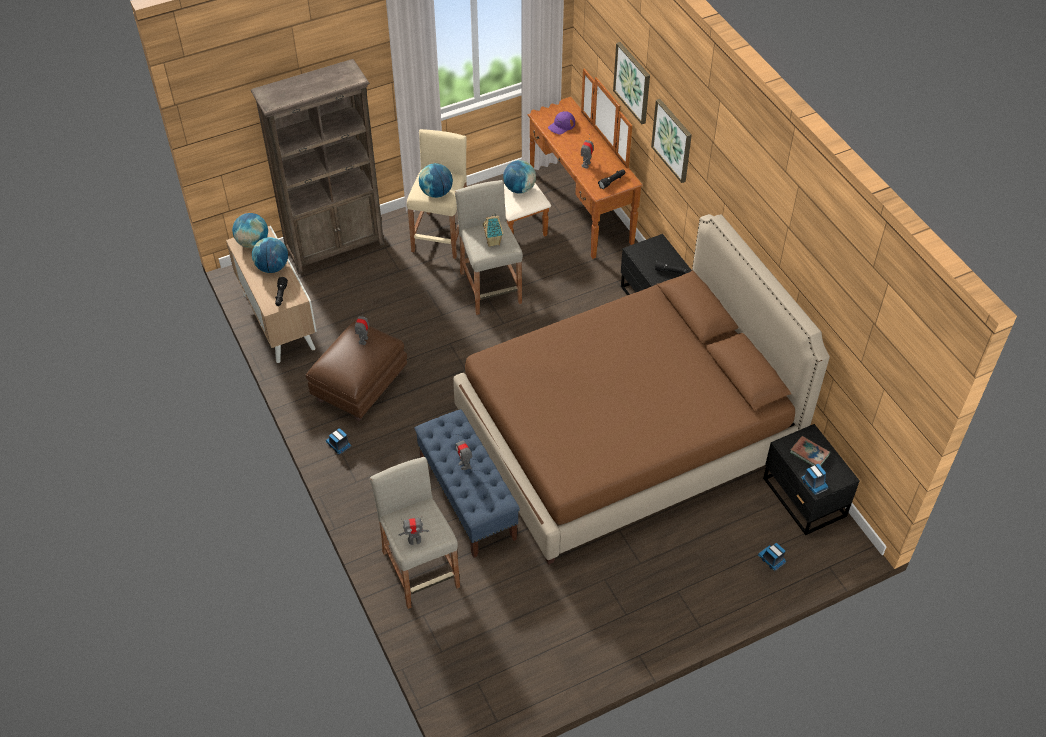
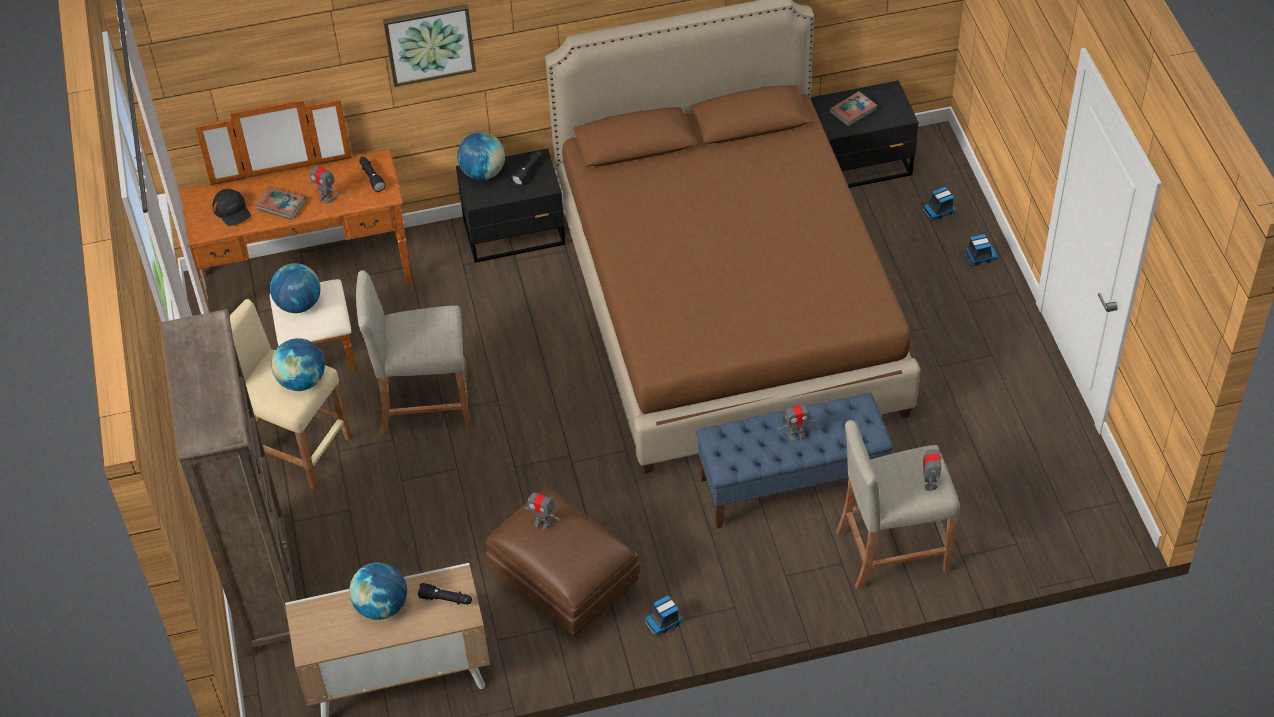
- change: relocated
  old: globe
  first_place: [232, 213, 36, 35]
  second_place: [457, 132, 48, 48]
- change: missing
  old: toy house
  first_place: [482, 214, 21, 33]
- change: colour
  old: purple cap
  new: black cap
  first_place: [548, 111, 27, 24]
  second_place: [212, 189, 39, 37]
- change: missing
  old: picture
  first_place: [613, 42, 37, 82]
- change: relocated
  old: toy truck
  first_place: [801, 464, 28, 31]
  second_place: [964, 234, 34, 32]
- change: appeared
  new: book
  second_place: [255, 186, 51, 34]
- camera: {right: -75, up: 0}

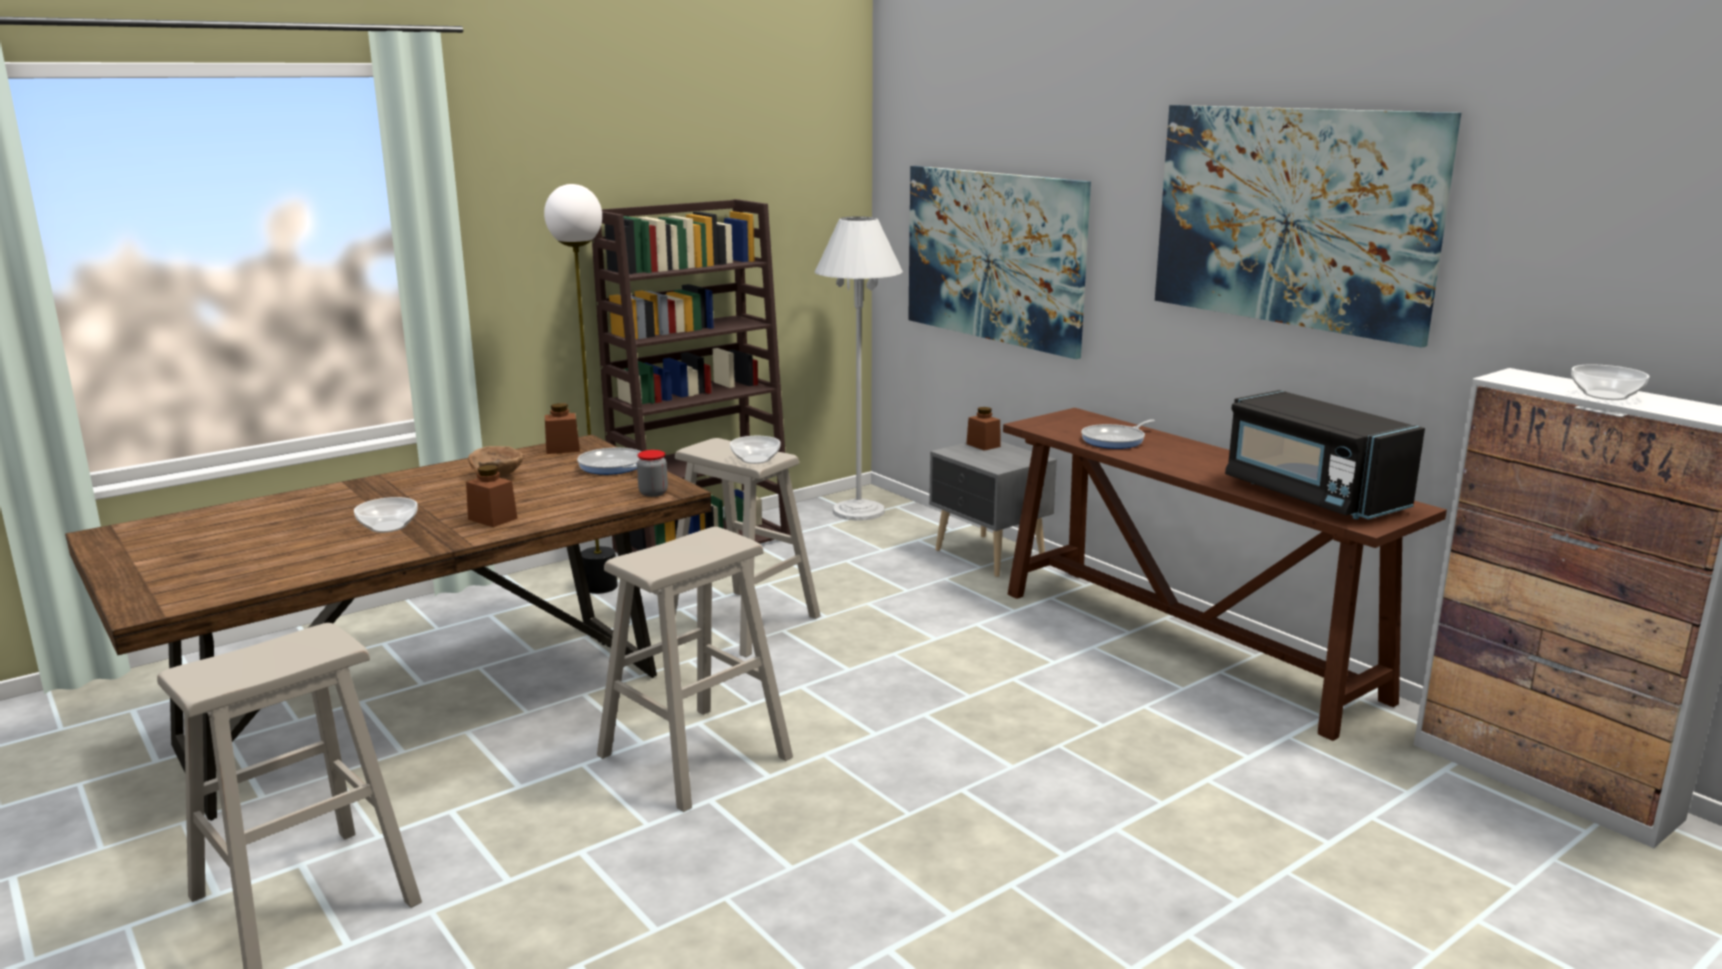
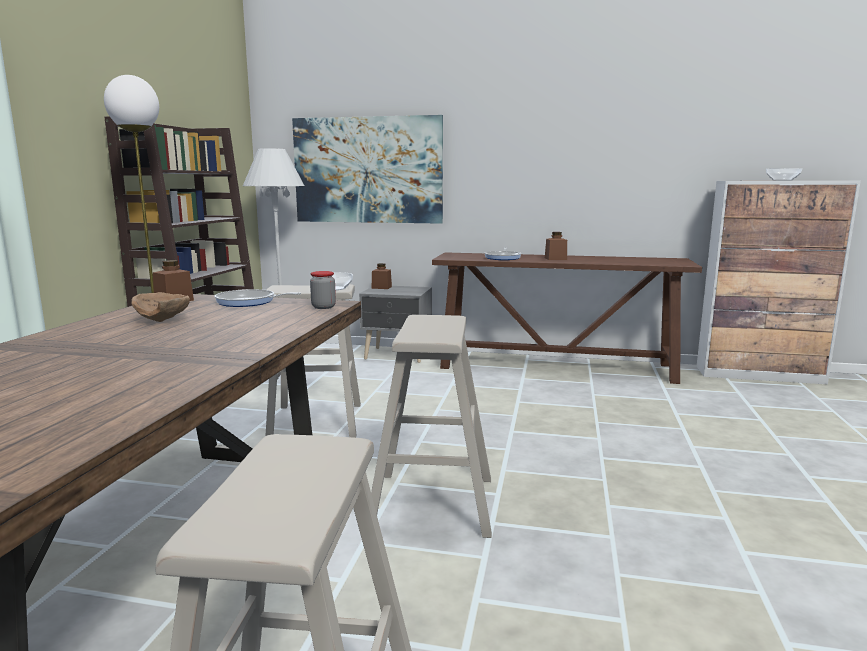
- change: missing
  old: bowl
  first_place: [354, 497, 64, 36]
- change: relocated
  old: brown jar
  first_place: [466, 465, 52, 62]
  second_place: [545, 232, 22, 28]
- change: missing
  old: picture
  first_place: [1155, 105, 306, 243]
- change: missing
  old: black microwave
  first_place: [1225, 390, 200, 129]
- camera: {right: -40, up: -5}

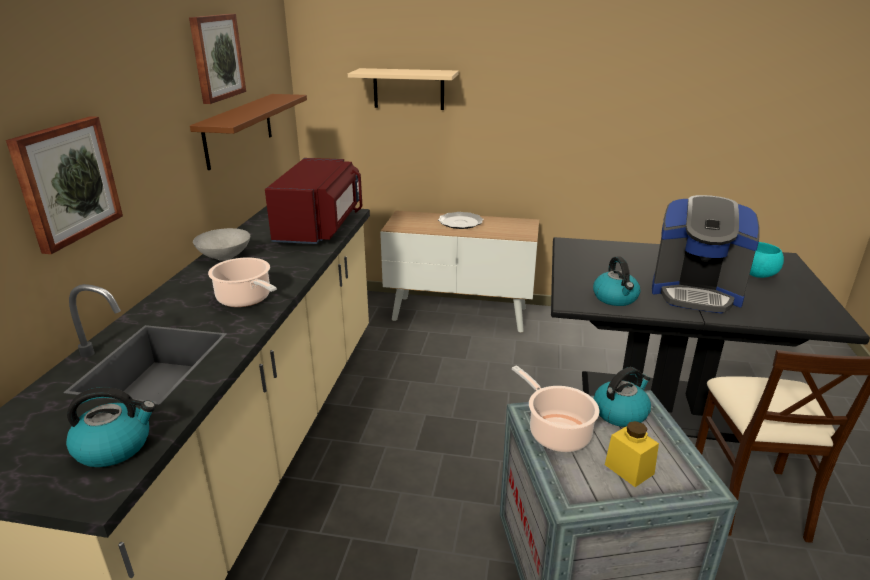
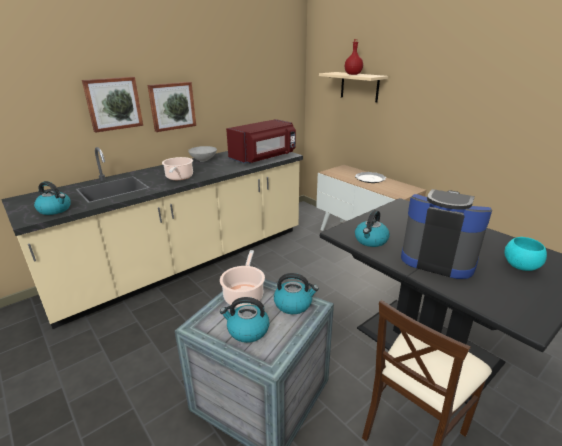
- change: relocated
  old: picture
  first_place: [189, 14, 57, 90]
  second_place: [147, 82, 49, 50]
- change: missing
  old: brown shelf
  first_place: [190, 94, 117, 76]
- change: exchanged
  old: yellow jar
  new: kettle
  first_place: [605, 421, 54, 66]
  second_place: [220, 297, 49, 46]
- change: spun
  old: coffee machine
  first_place: [652, 195, 108, 118]
  second_place: [401, 189, 91, 90]
  degrees: 150
- change: appeared
  new: red bottle
  second_place: [345, 39, 18, 36]
- camera: {right: 40, up: 0}

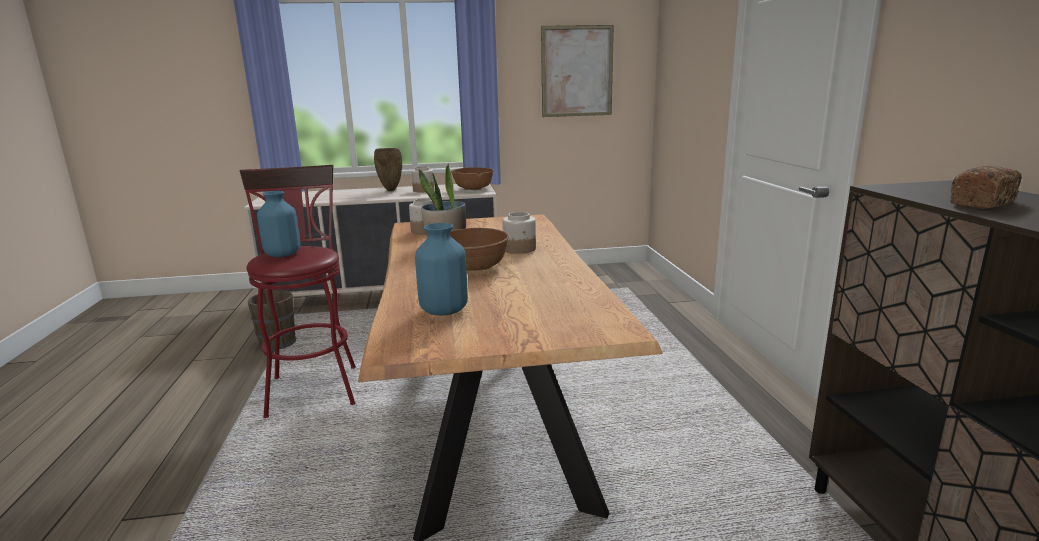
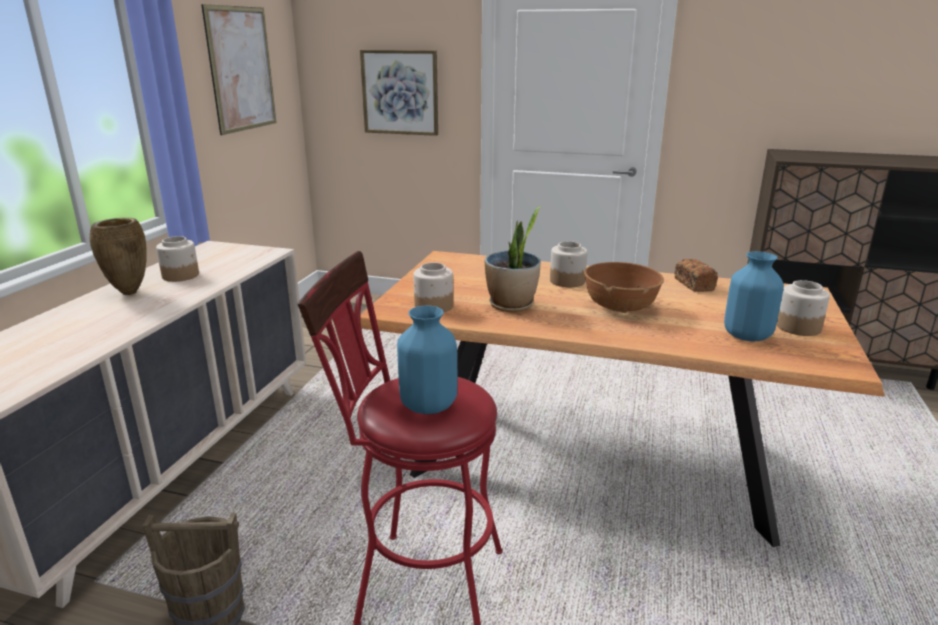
- change: missing
  old: brown bowl
  first_place: [451, 167, 43, 23]
- change: relocated
  old: bread
  first_place: [950, 166, 72, 43]
  second_place: [675, 259, 43, 33]
- change: appeared
  new: picture
  second_place: [360, 50, 78, 86]
- change: appeared
  new: jar
  second_place: [776, 280, 54, 56]
- camera: {right: -65, up: 5}

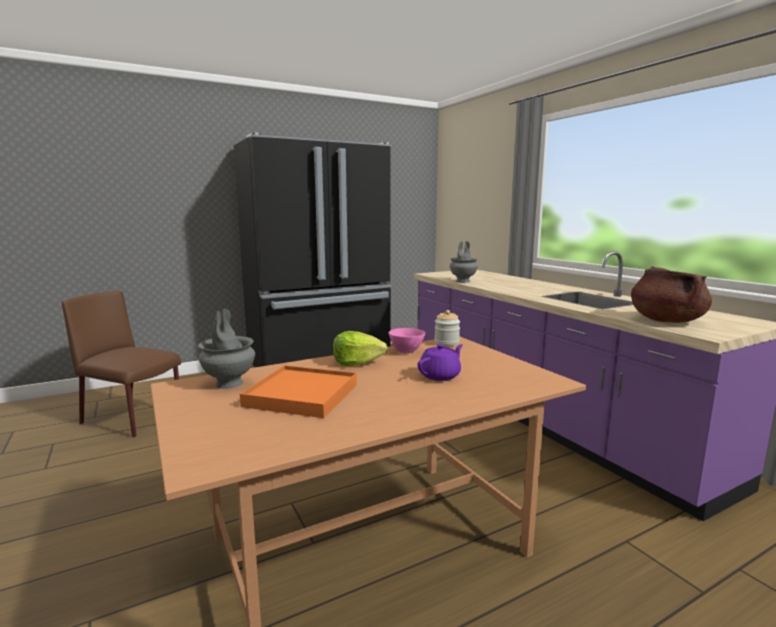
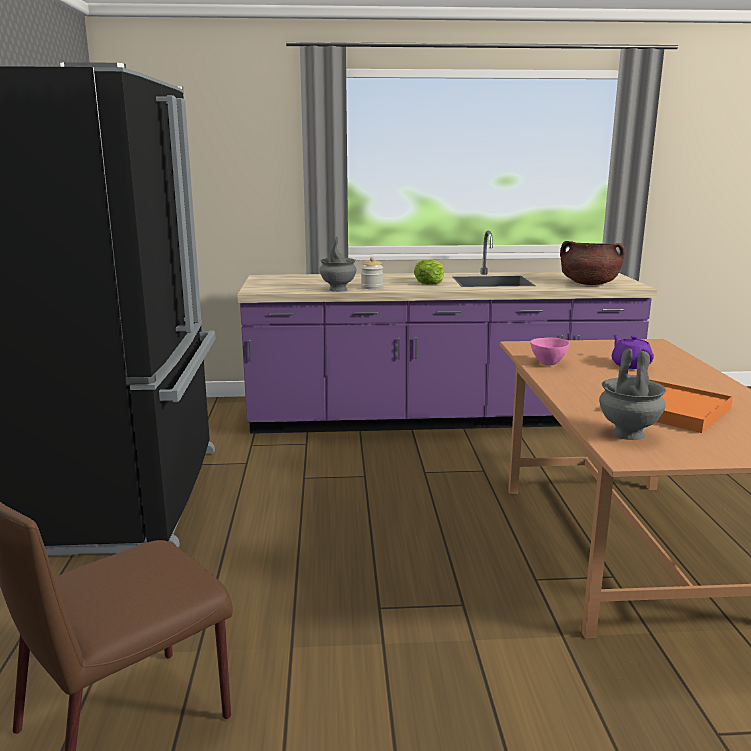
- change: relocated
  old: lettuce
  first_place: [333, 331, 54, 35]
  second_place: [414, 260, 30, 25]
- change: relocated
  old: jar
  first_place: [434, 310, 26, 36]
  second_place: [361, 257, 22, 32]
- camera: {right: -65, up: 5}

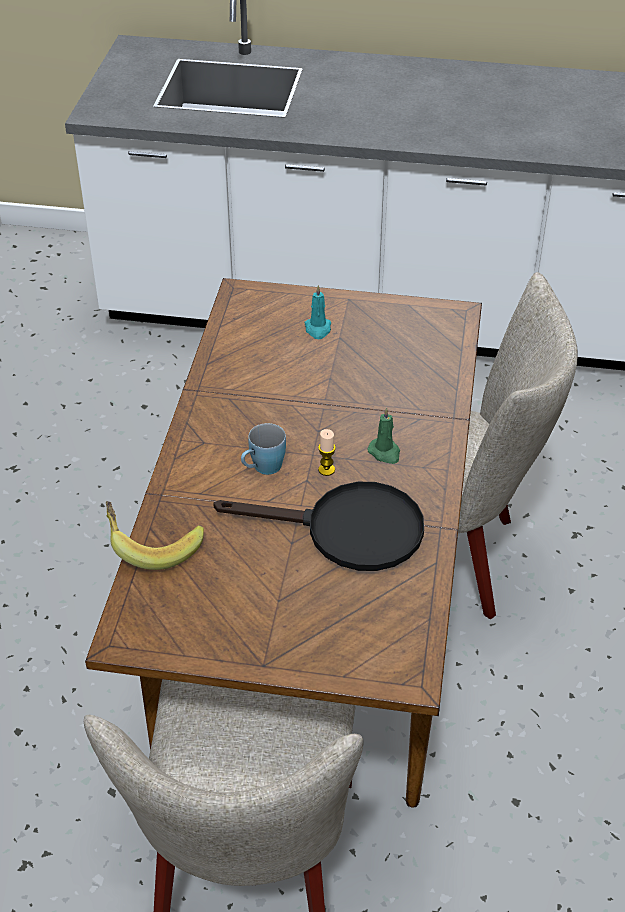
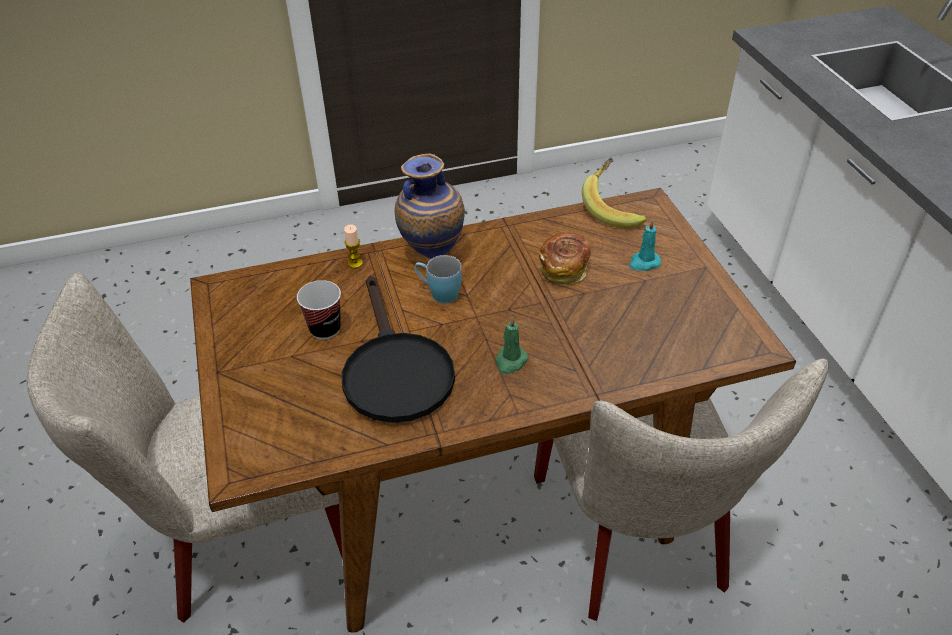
- change: relocated
  old: banana
  first_place: [106, 501, 98, 69]
  second_place: [582, 158, 65, 71]
- change: relocated
  old: candle
  first_place: [318, 429, 18, 47]
  second_place: [344, 224, 19, 44]
- change: appeared
  new: cup
  second_place: [297, 280, 44, 60]
- change: appeared
  new: vase
  second_place: [395, 153, 70, 106]
- change: appeared
  new: bread
  second_place: [539, 232, 51, 53]
- camera: {right: 65, up: 0}

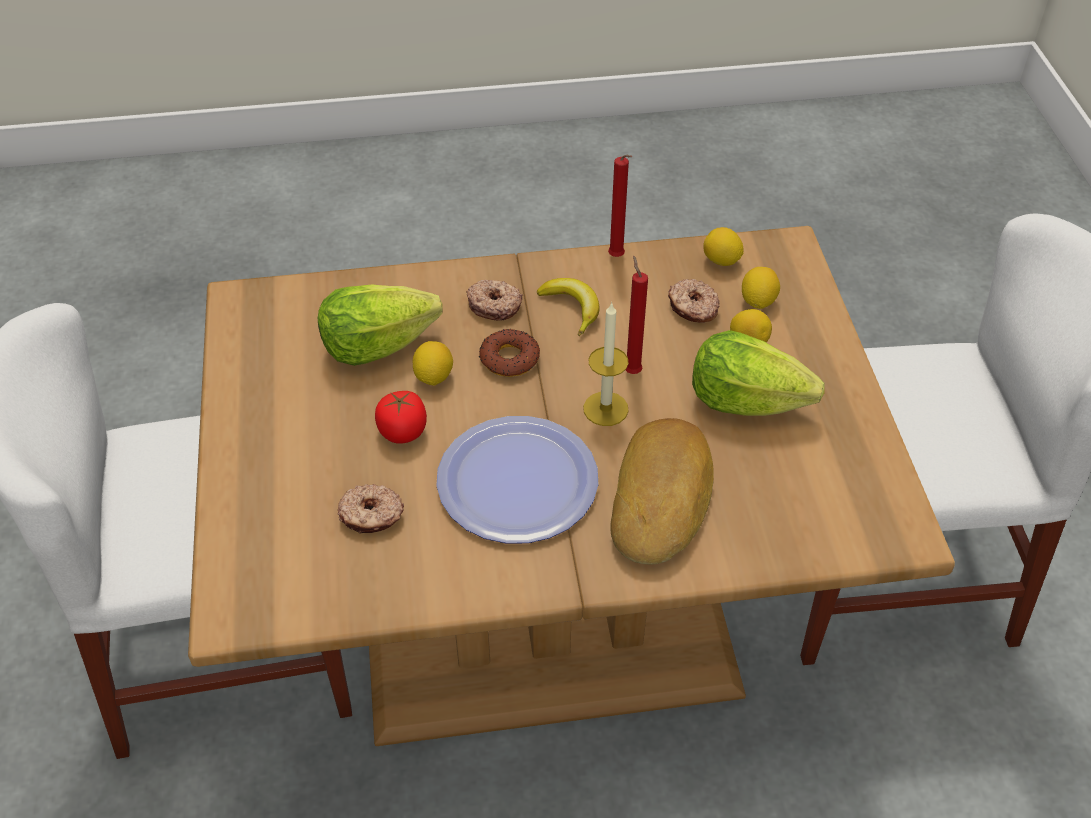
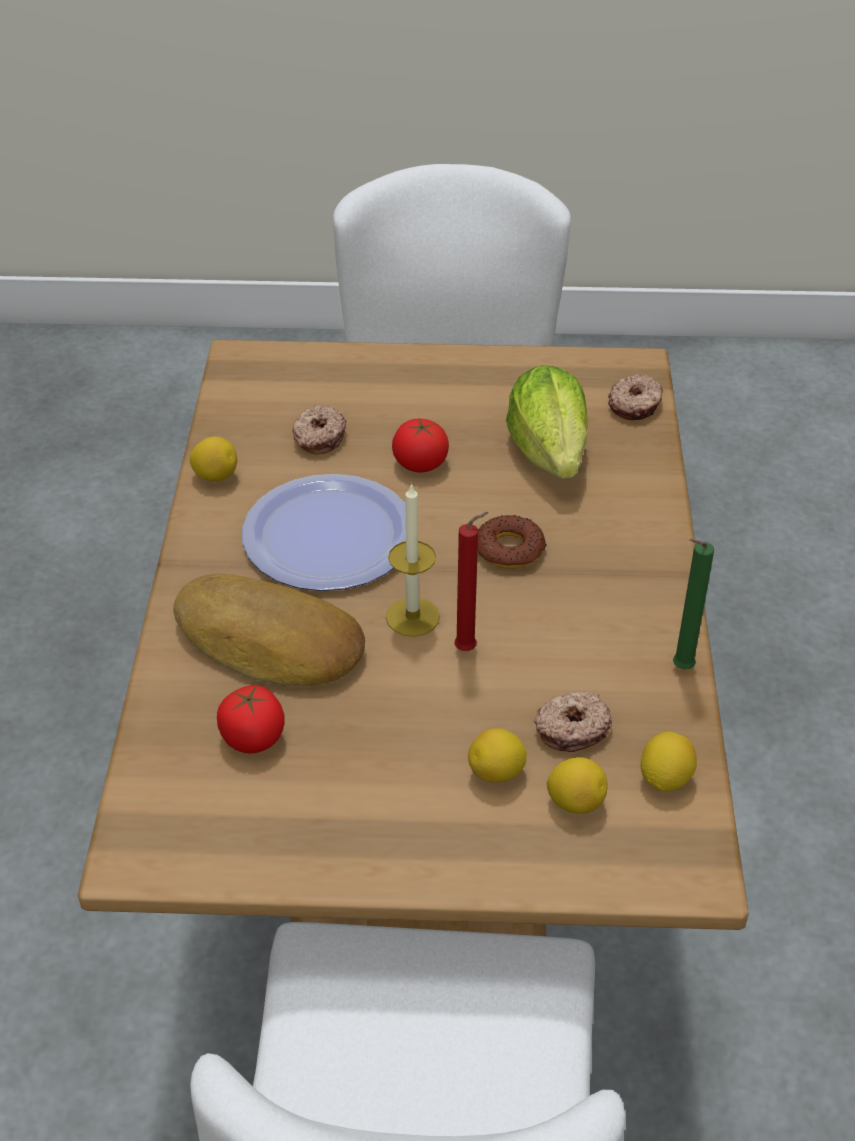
- change: relocated
  old: lemon
  first_place: [413, 341, 40, 45]
  second_place: [190, 437, 47, 45]
- change: relocated
  old: donut
  first_place: [466, 280, 57, 41]
  second_place: [608, 374, 55, 46]
- change: missing
  old: banana
  first_place: [537, 278, 62, 58]
- change: colour
  old: red candle
  new: green candle
  first_place: [608, 155, 24, 102]
  second_place: [673, 539, 41, 131]
- change: missing
  old: lettuce
  first_place: [692, 330, 133, 86]
- change: appeared
  new: tomato
  second_place: [217, 685, 68, 68]
- camera: {right: 100, up: -5}

